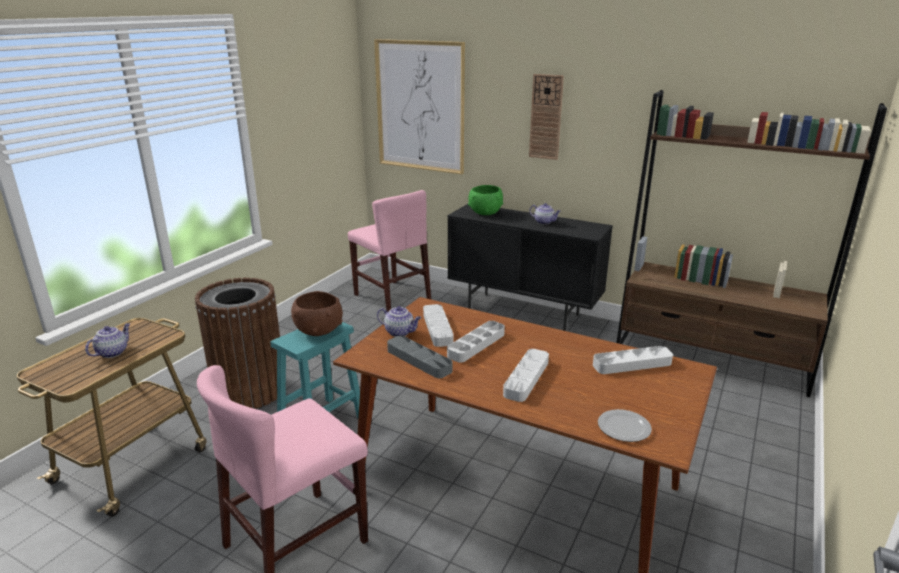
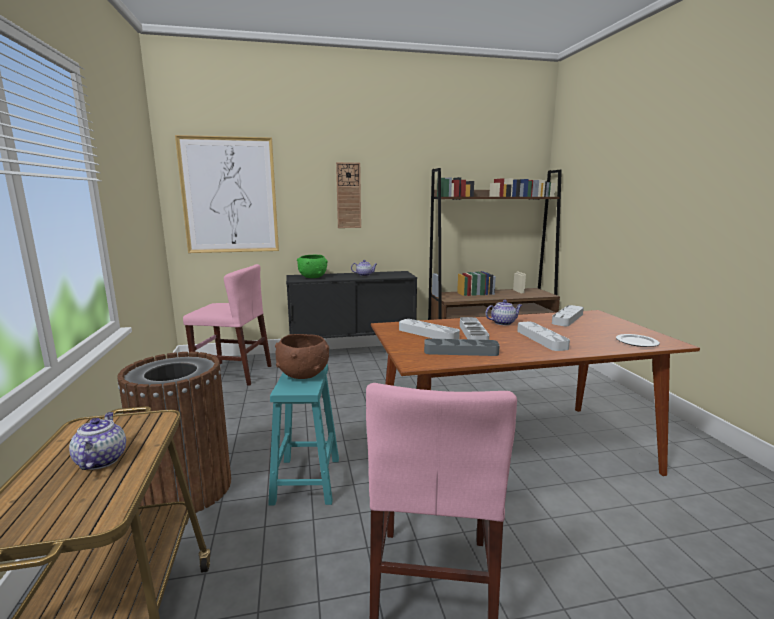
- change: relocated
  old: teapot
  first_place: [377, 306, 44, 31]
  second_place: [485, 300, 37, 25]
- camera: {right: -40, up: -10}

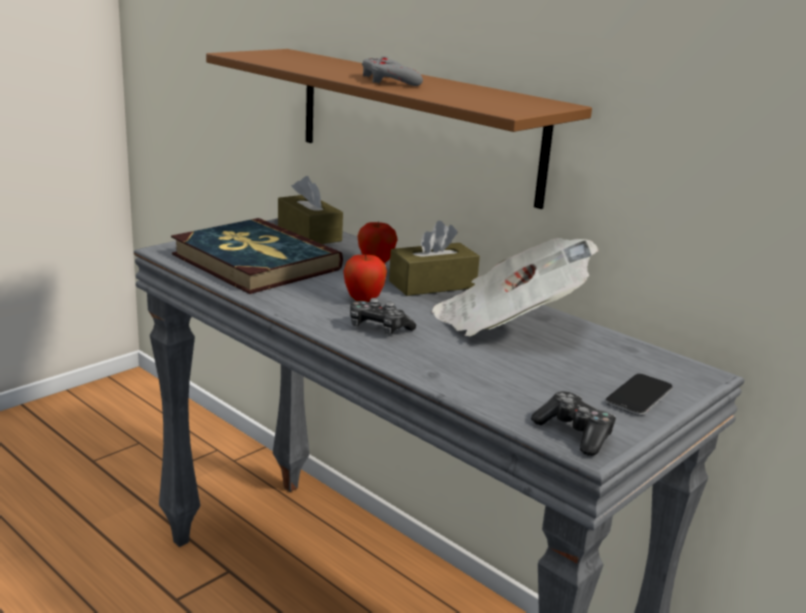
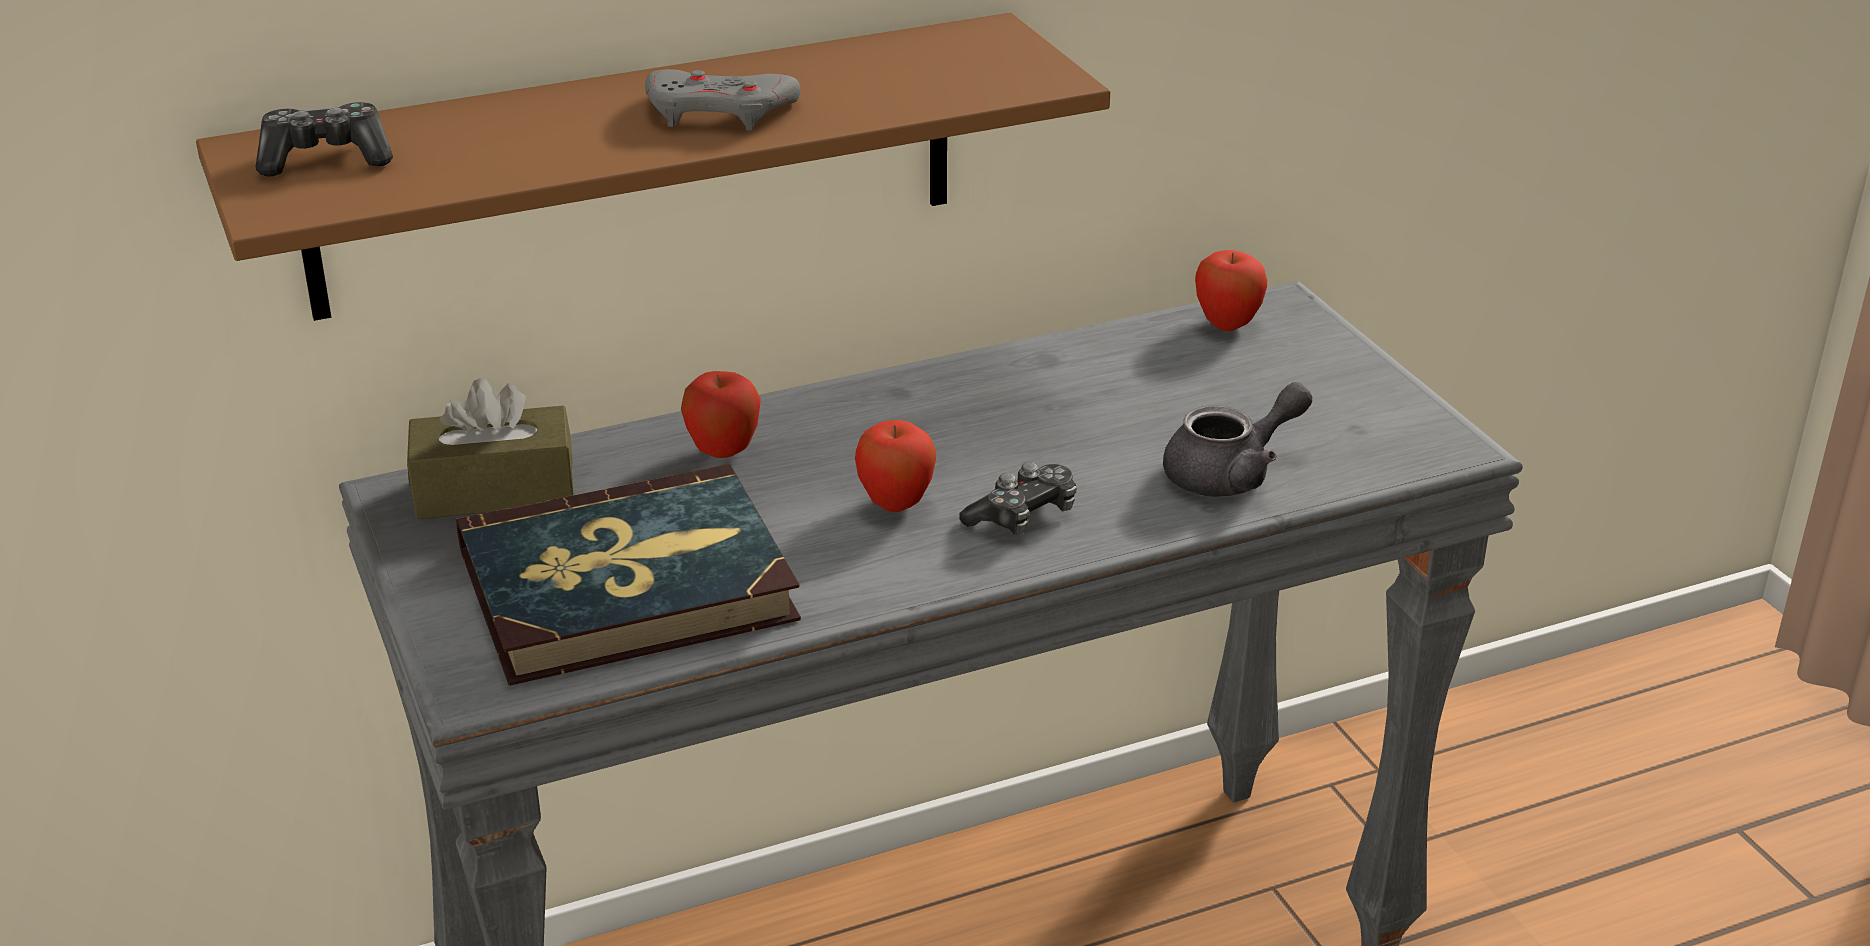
- change: missing
  old: brown tissue box
  first_place: [389, 221, 91, 75]
- change: missing
  old: newspaper
  first_place: [432, 238, 167, 99]
- change: relocated
  old: game controller
  first_place: [531, 391, 85, 65]
  second_place: [256, 102, 137, 75]
- change: missing
  old: phone
  first_place: [605, 374, 68, 42]
- change: appeared
  new: grey teapot
  second_place: [1163, 382, 149, 115]
- change: appeared
  new: apple
  second_place: [1195, 250, 72, 81]
- camera: {right: -65, up: 10}

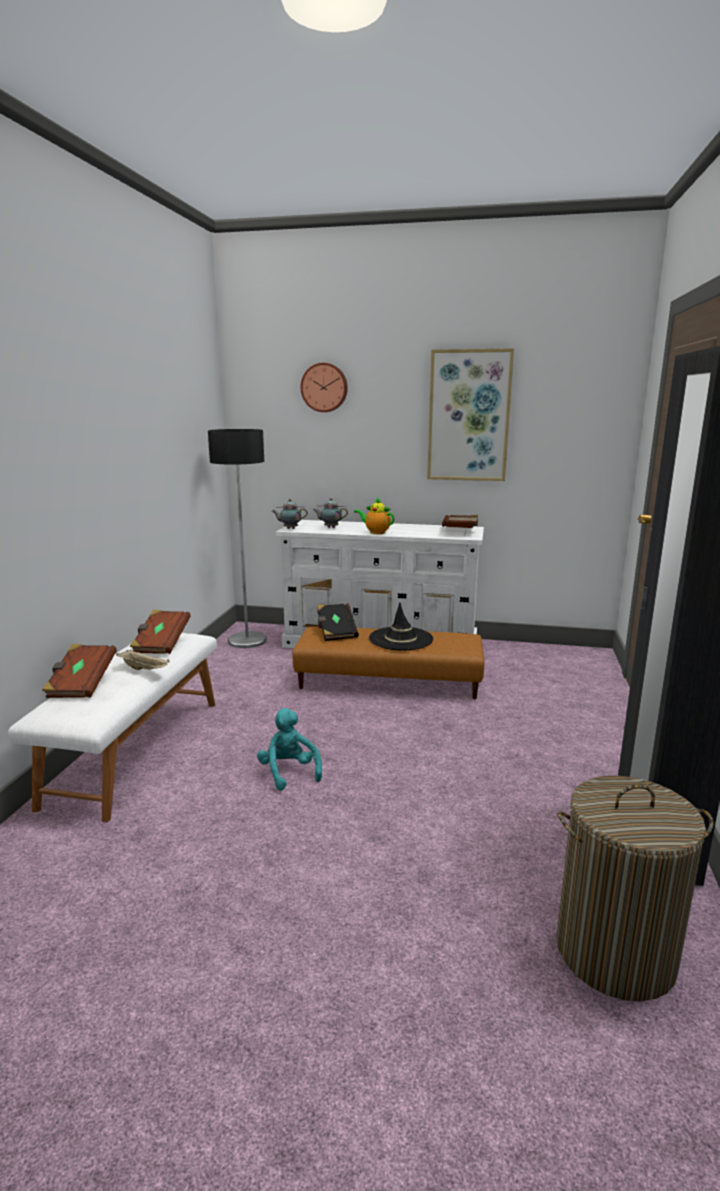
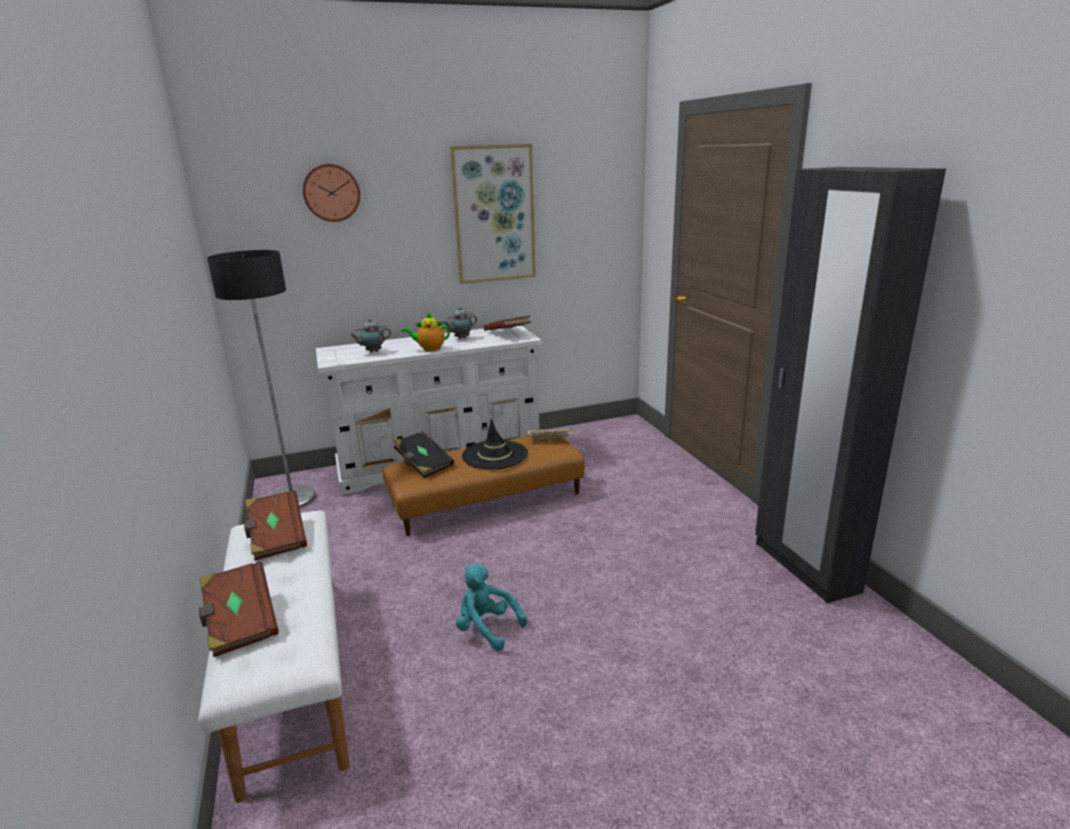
- change: relocated
  old: beige tray
  first_place: [116, 650, 54, 20]
  second_place: [526, 427, 48, 15]
- change: relocated
  old: teapot
  first_place: [272, 499, 36, 30]
  second_place: [444, 307, 33, 32]
- change: missing
  old: laundry basket
  first_place: [556, 775, 157, 226]
- camera: {right: -30, up: 5}

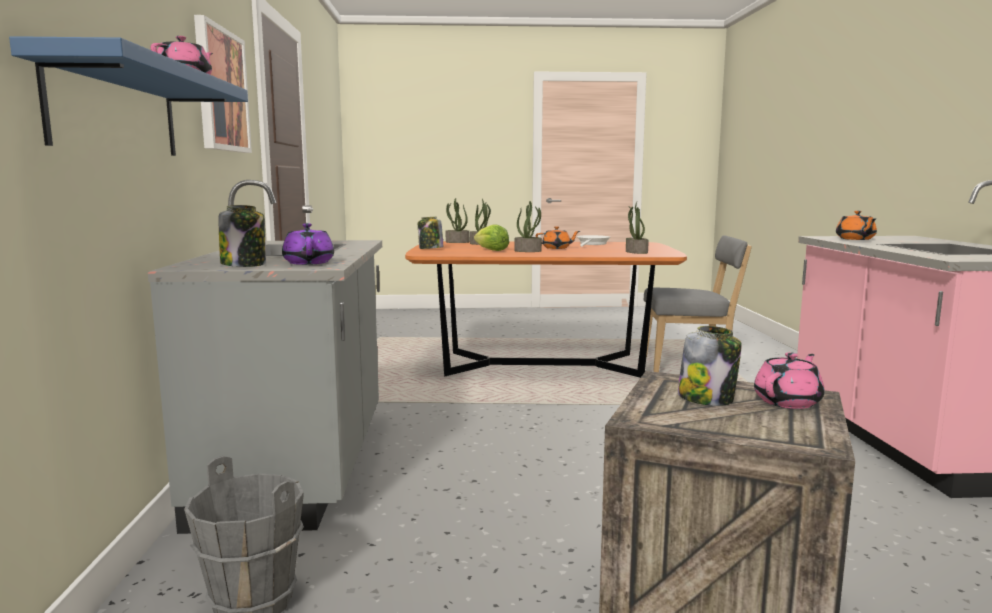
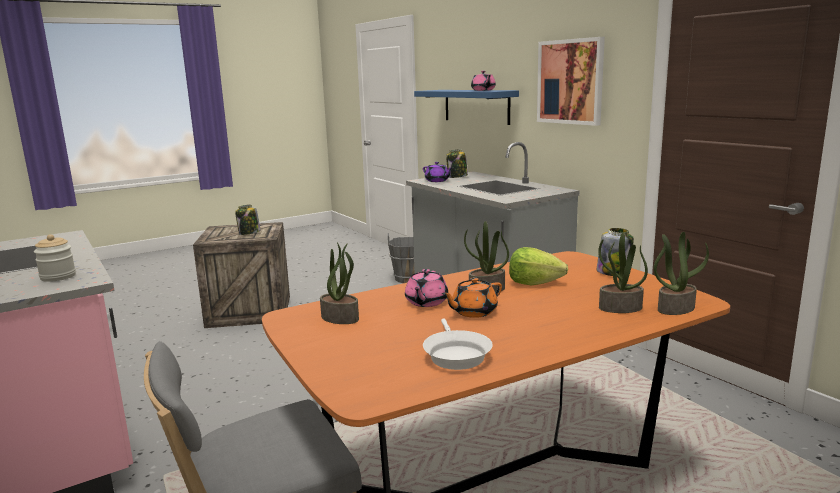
- change: relocated
  old: pink teapot
  first_place: [754, 352, 71, 57]
  second_place: [405, 269, 43, 38]
- change: exchanged
  old: orange teapot
  new: jar
  first_place: [836, 211, 41, 29]
  second_place: [34, 234, 42, 48]
- camera: {right: 150, up: 5}

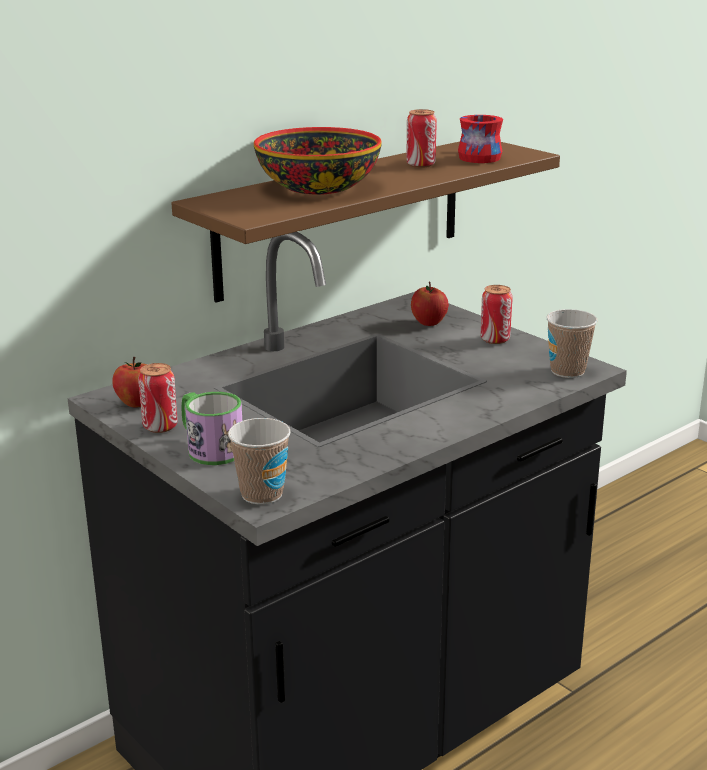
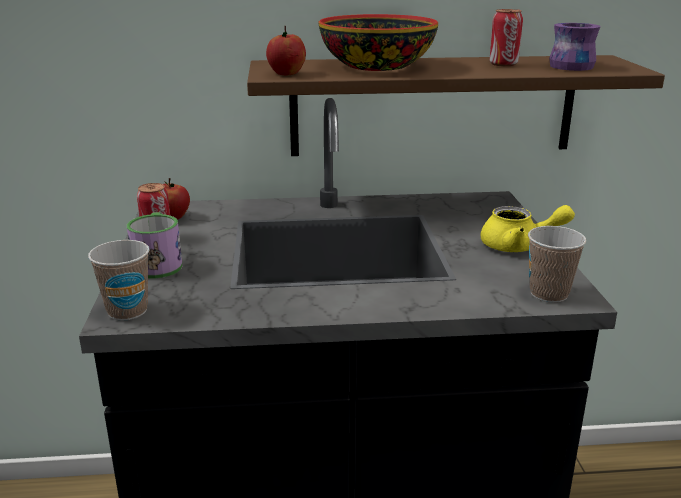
- change: relocated
  old: apple
  first_place: [411, 282, 38, 44]
  second_place: [266, 26, 40, 49]
- change: colour
  old: red mug
  new: purple mug
  first_place: [458, 115, 45, 48]
  second_place: [549, 23, 51, 48]
- change: exchanged
  old: can
  new: yellow teapot
  first_place: [481, 285, 32, 59]
  second_place: [480, 205, 95, 47]
- camera: {right: 35, up: 0}

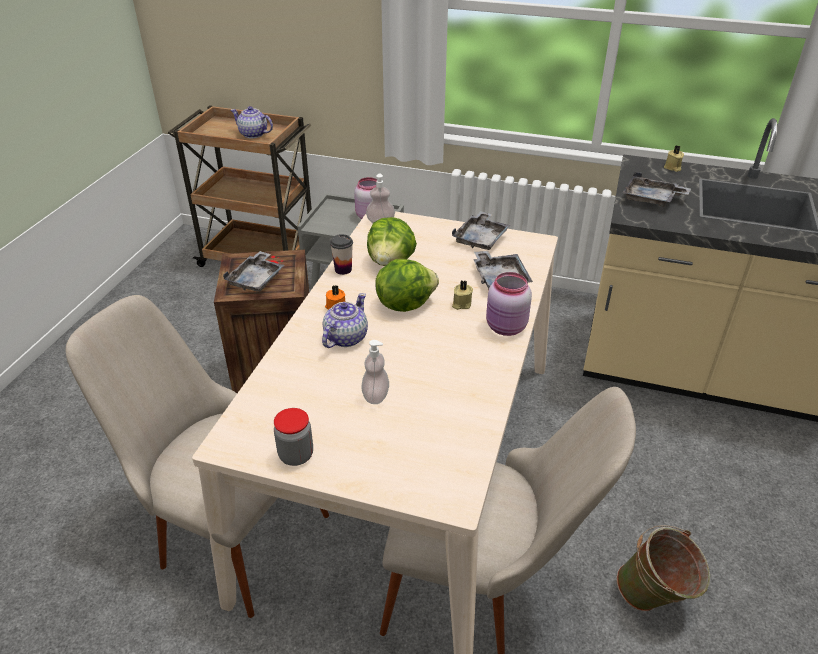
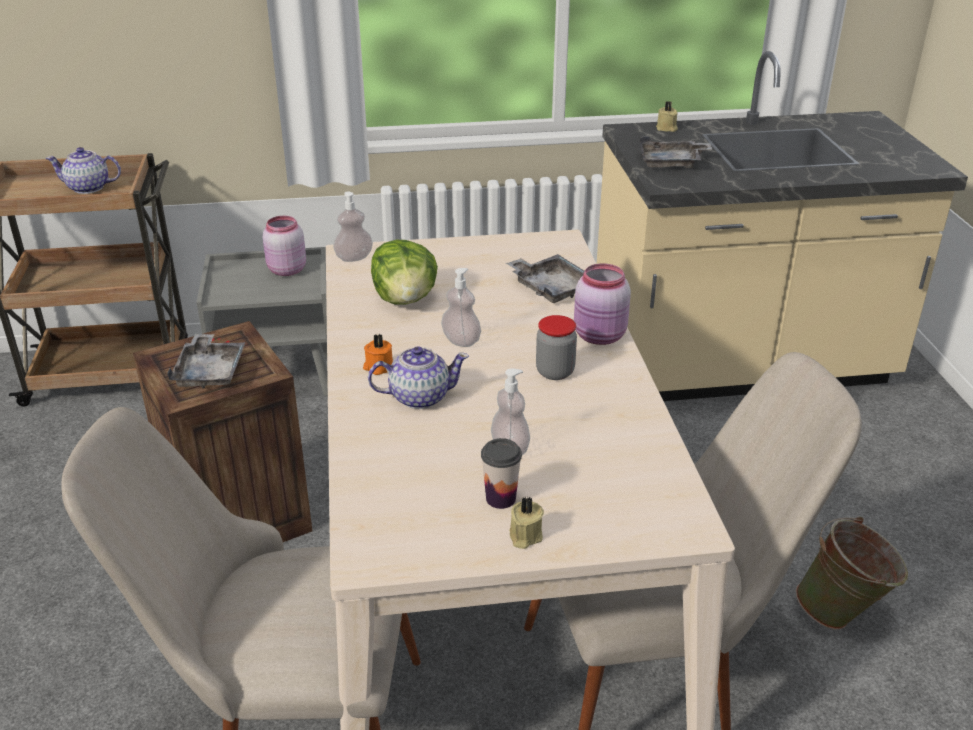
- change: relocated
  old: jar
  first_place: [274, 408, 39, 58]
  second_place: [536, 315, 41, 65]
- change: spun
  old: teapot
  first_place: [322, 293, 46, 55]
  second_place: [368, 346, 101, 63]
  degrees: 75
- change: relocated
  old: cup
  first_place: [330, 234, 23, 41]
  second_place: [481, 438, 41, 71]
- change: exchanged
  old: lettuce
  new: soap dispenser
  first_place: [375, 259, 64, 53]
  second_place: [441, 268, 40, 79]
- change: missing
  old: grey tray
  first_place: [452, 211, 59, 39]
- change: relocated
  old: beige candle
  first_place: [452, 280, 21, 30]
  second_place: [509, 497, 35, 52]
- camera: {right: -25, up: -5}

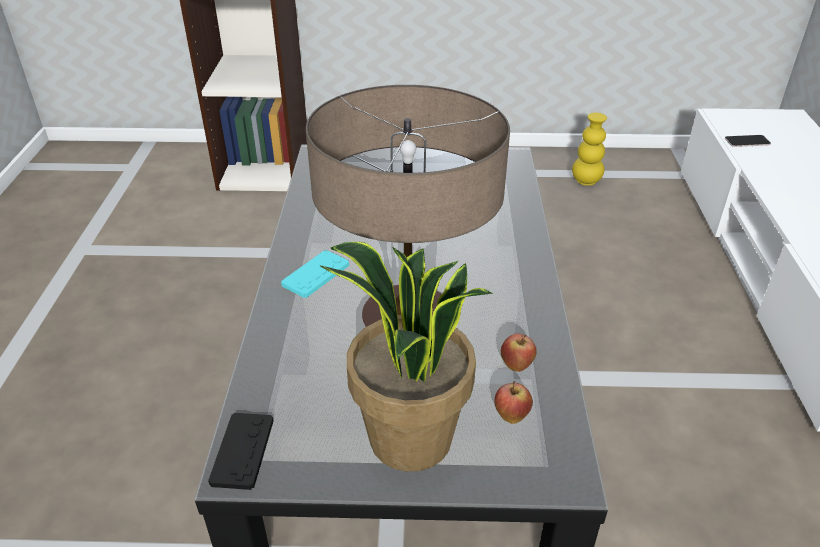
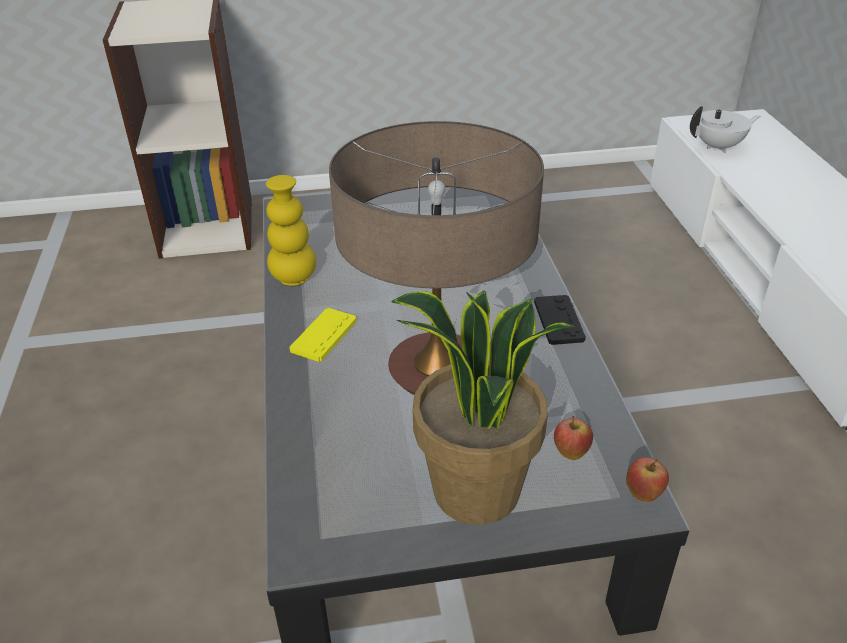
- change: relocated
  old: black game controller
  first_place: [208, 413, 66, 77]
  second_place: [534, 295, 52, 50]
- change: colour
  old: turquoise game controller
  new: yellow game controller
  first_place: [281, 250, 68, 48]
  second_place: [290, 308, 67, 54]
- change: relocated
  old: apple
  first_place: [501, 333, 36, 39]
  second_place: [626, 457, 43, 45]
- change: relocated
  old: yellow vase
  first_place: [572, 112, 35, 74]
  second_place: [266, 175, 50, 111]
- change: exchanged
  old: phone
  new: white teapot
  first_place: [725, 135, 46, 12]
  second_place: [690, 106, 70, 47]
- camera: {right: -10, up: 0}

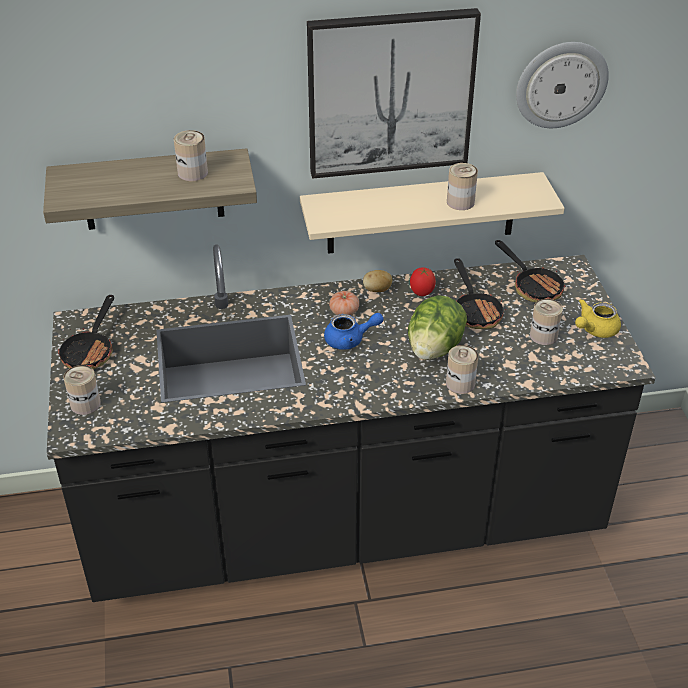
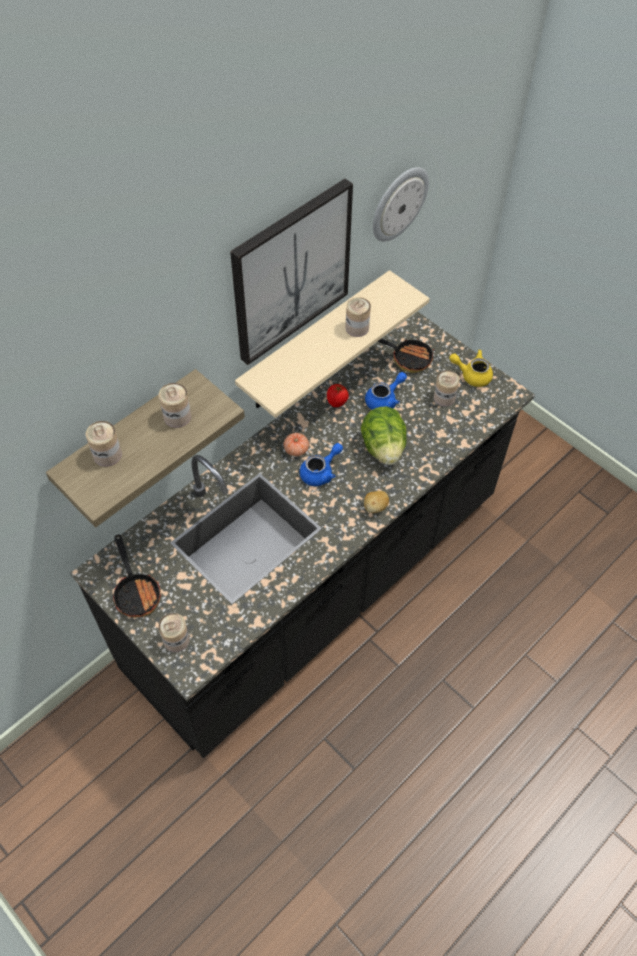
- change: relocated
  old: potato
  first_place: [363, 270, 29, 22]
  second_place: [364, 491, 25, 22]
- change: relocated
  old: can
  first_place: [446, 345, 32, 49]
  second_place: [86, 421, 36, 46]
- change: exchanged
  old: frying pan
  new: blue teapot
  first_place: [454, 258, 52, 71]
  second_place: [365, 372, 42, 38]
- change: spun
  old: yellow teapot
  first_place: [575, 299, 46, 39]
  second_place: [449, 349, 44, 38]
  degrees: 90
- camera: {right: -35, up: 15}

